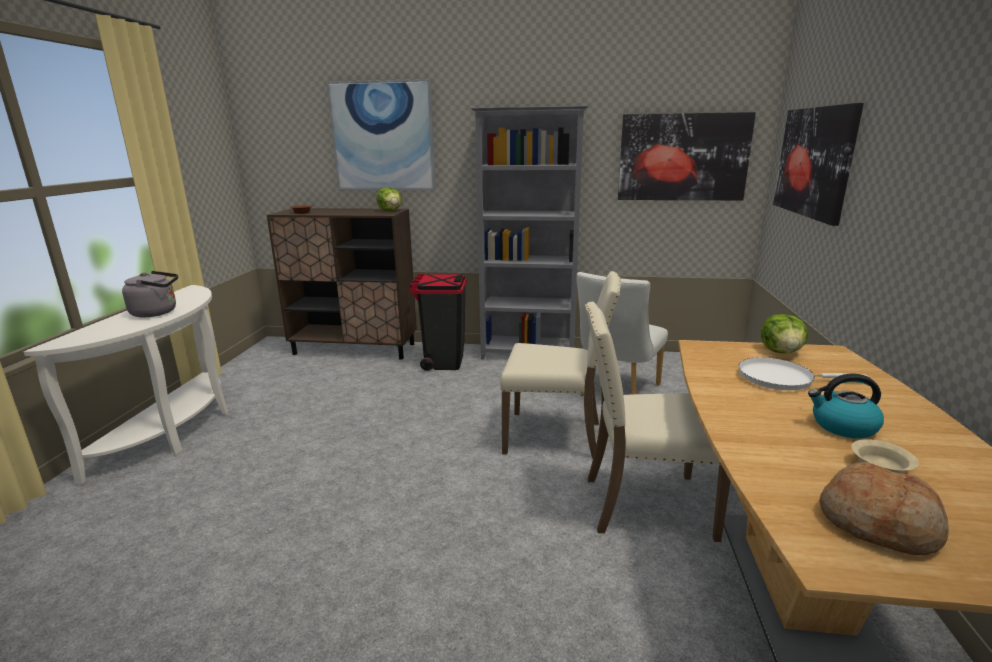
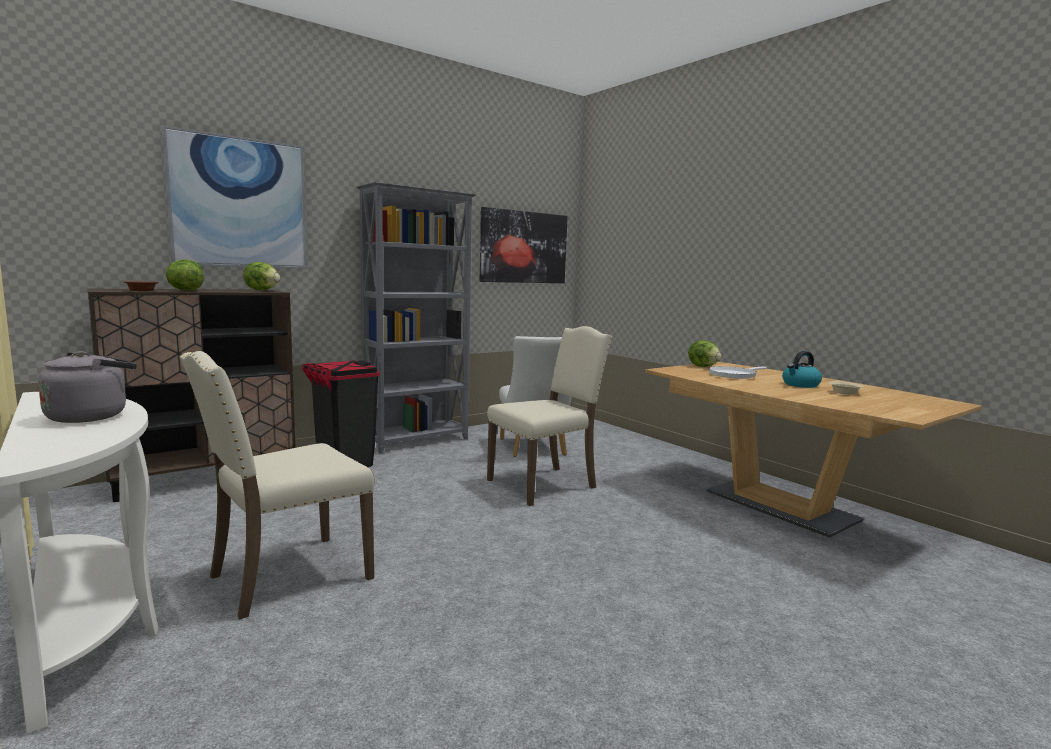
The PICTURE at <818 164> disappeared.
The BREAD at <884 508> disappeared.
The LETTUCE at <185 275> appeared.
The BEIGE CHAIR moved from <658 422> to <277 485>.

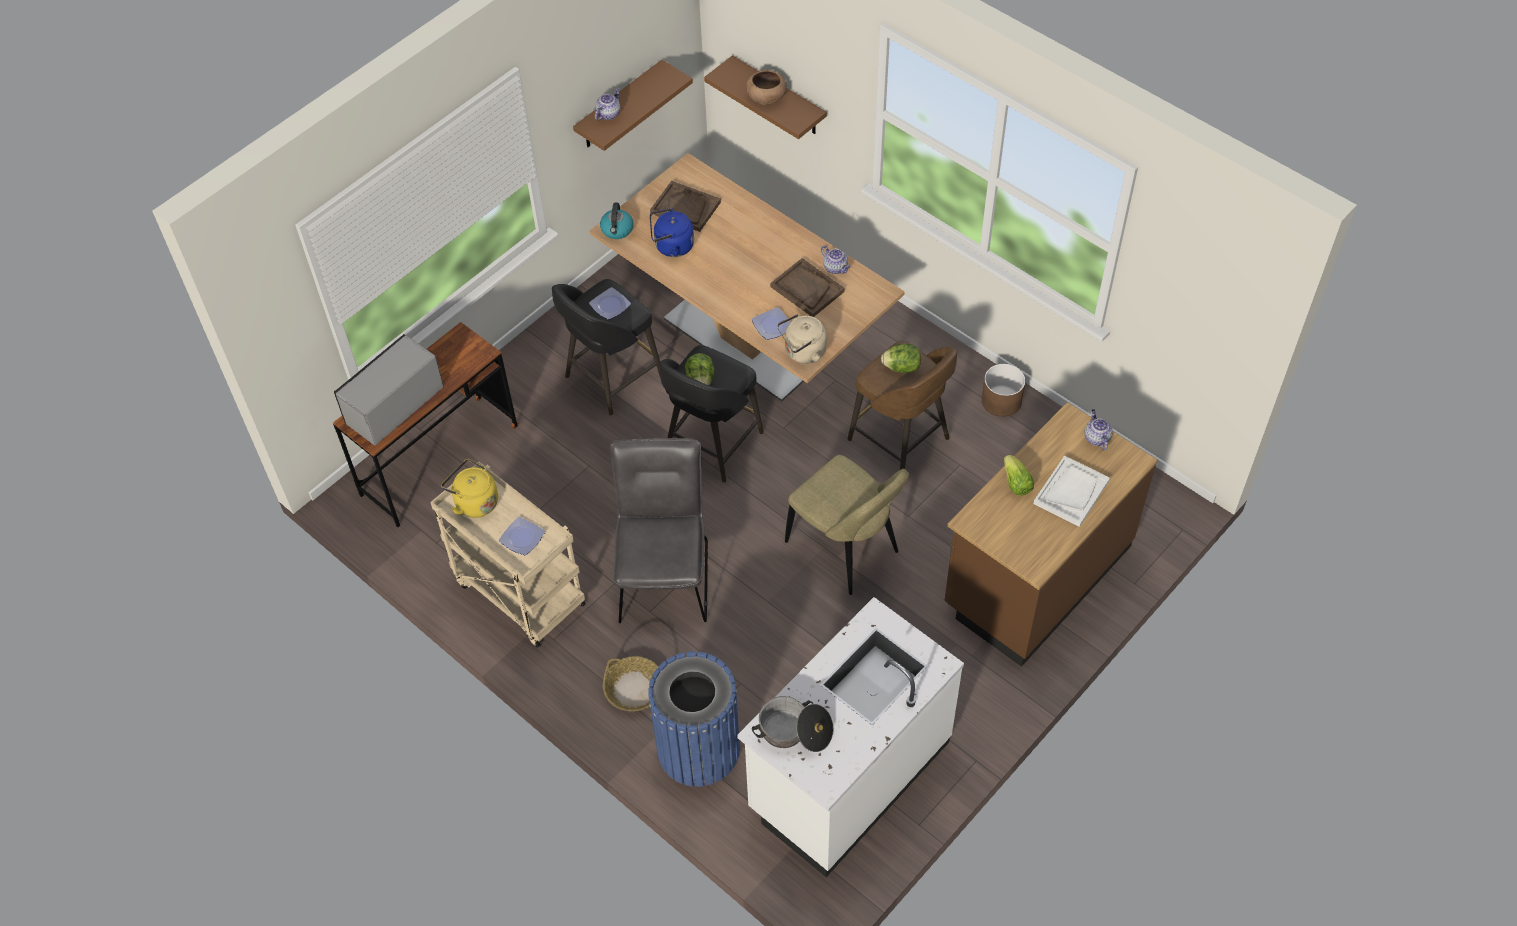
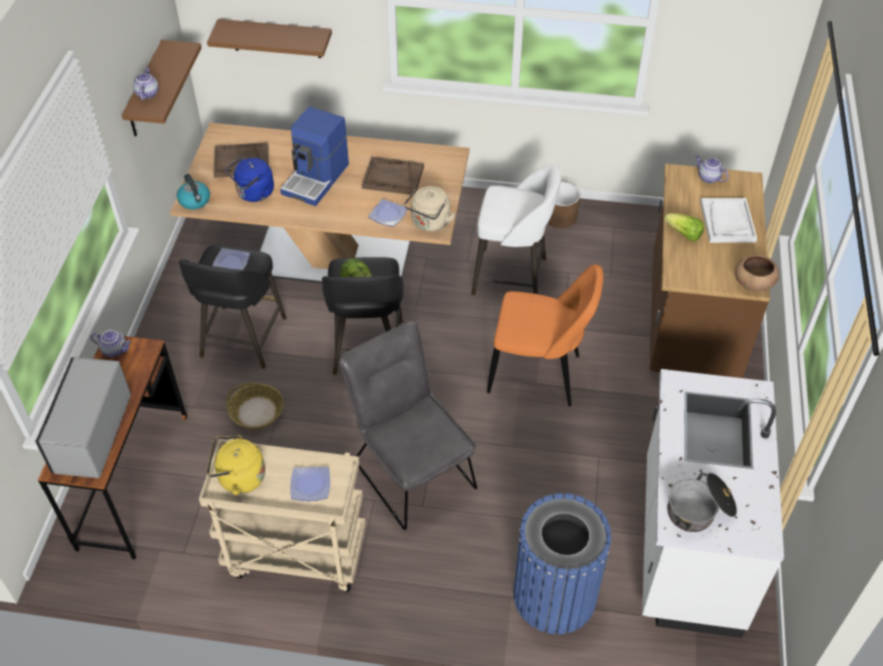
The LETTUCE at <901 358> disappeared.
The COFFEE MACHINE at <314 156> appeared.
The BASKET moved from <630 683> to <255 406>.
The BROWN BOWL moved from <766 87> to <757 273>.
The TEAPOT moved from <836 260> to <111 343>.
The BEIGE CHAIR at <847 525> became the ORANGE CHAIR at <545 335>.
The BROWN STOOL at <902 405> became the WHITE STOOL at <516 229>.

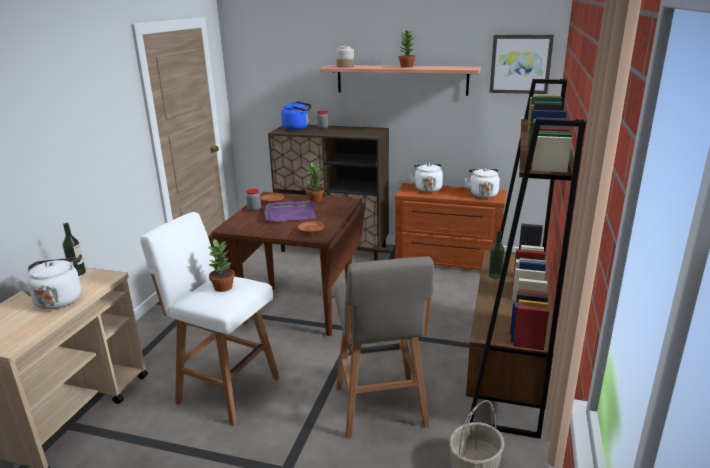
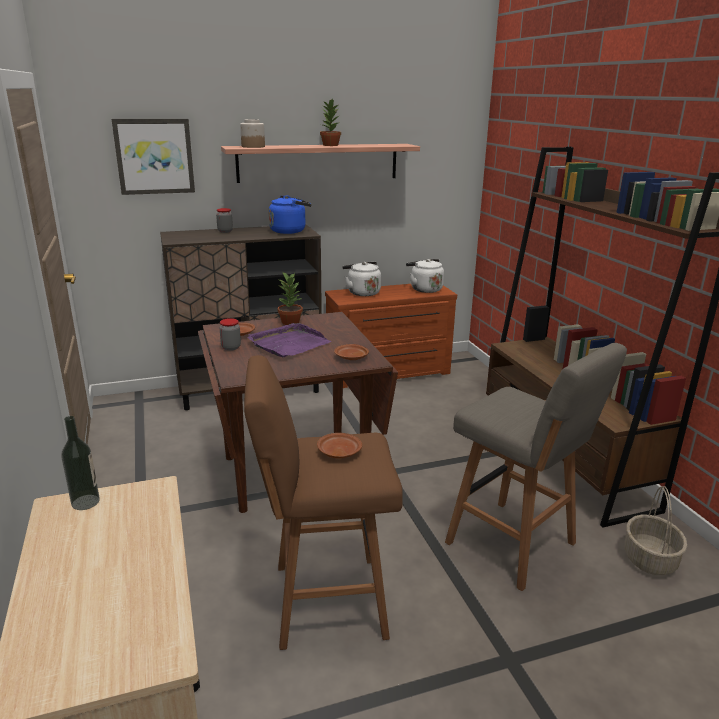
The WHITE KETTLE at <49 283> disappeared.
The BOTTLE at <496 254> disappeared.
The BLUE KETTLE moved from <296 115> to <290 214>.
The PICTURE moved from <521 64> to <153 157>.
The POTTED PLANT at <221 265> was replaced by the BROWN PLATE at <339 445>.
The WHITE STOOL at <210 319> became the BROWN STOOL at <323 502>.

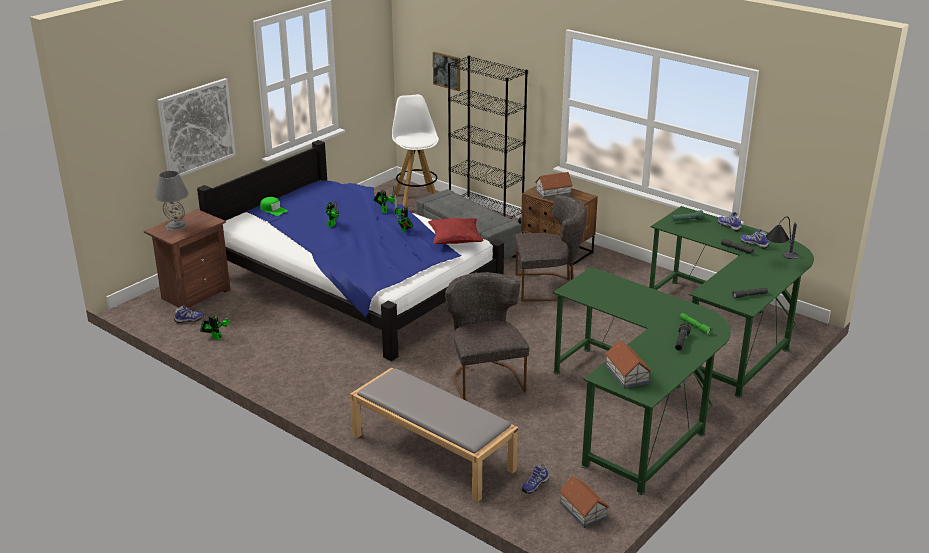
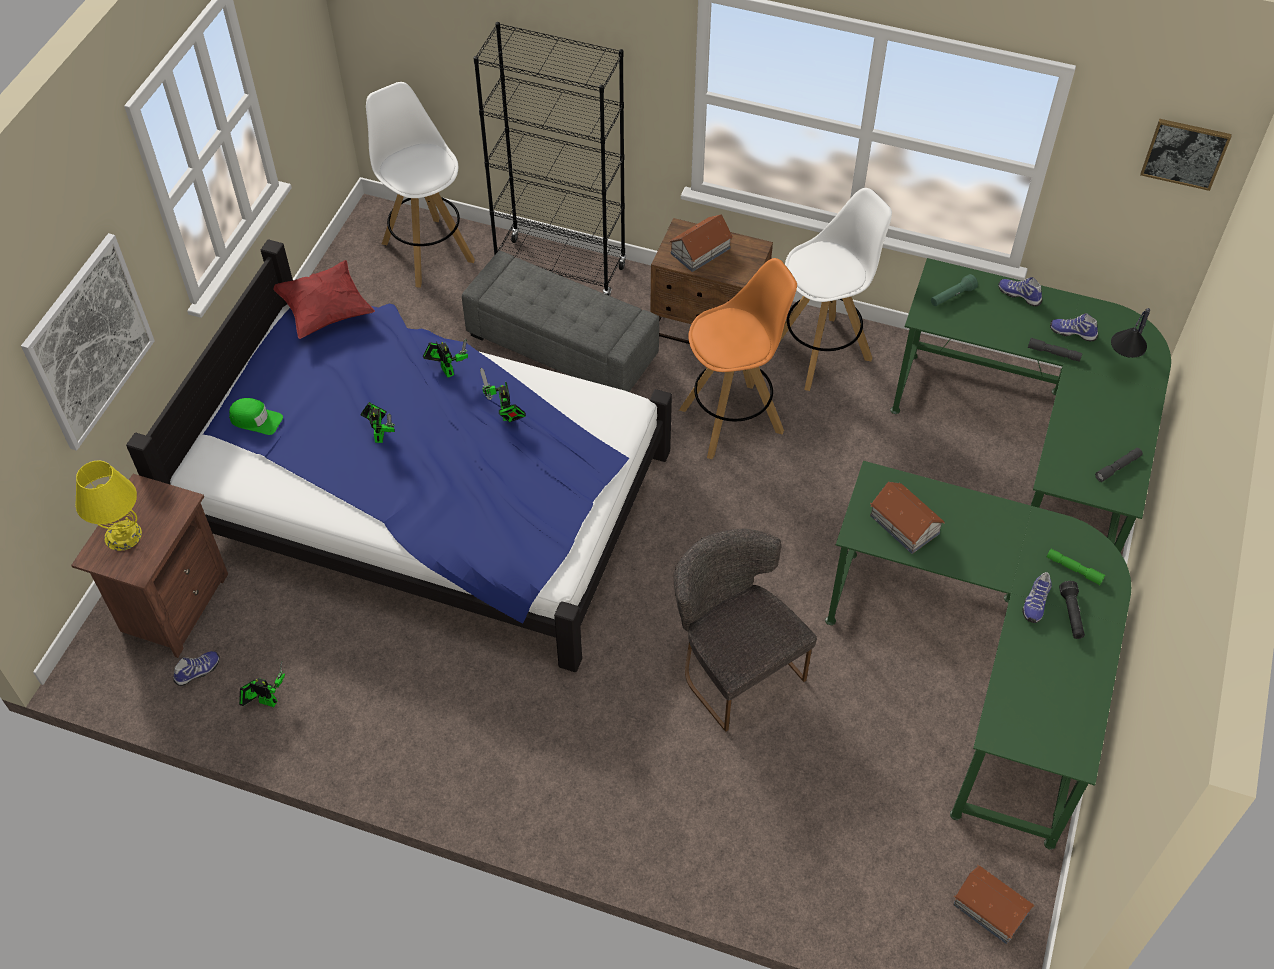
The GREY BENCH at <434 435> disappeared.
The WHITE STOOL at <836 289> appeared.
The RED PILLOW moved from <456 231> to <324 299>.
The PICTURE moved from <446 71> to <1186 155>.
The SHOE moved from <535 479> to <1037 597>.
The TOY HOUSE moved from <628 363> to <907 518>.
The GREY CHAIR at <551 248> was replaced by the ORANGE STOOL at <738 358>.
The GREY TABLE LAMP at <171 201> became the YELLOW TABLE LAMP at <109 506>.

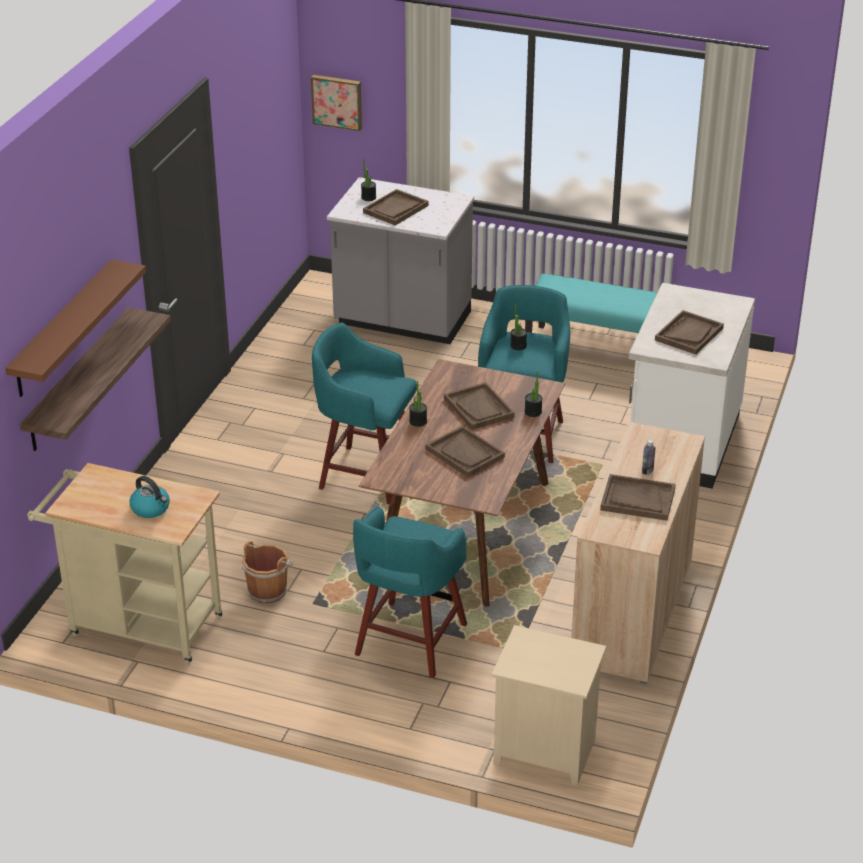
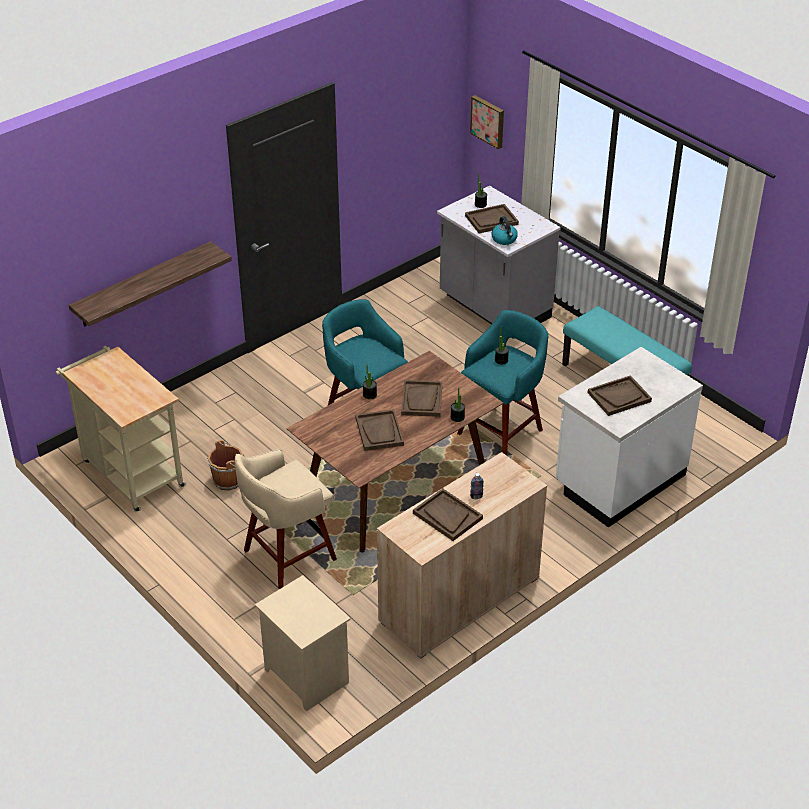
The BROWN SHELF at <75 328> disappeared.
The KETTLE moved from <149 497> to <505 230>.
The TURQUOISE STOOL at <410 592> became the BEIGE STOOL at <286 519>.

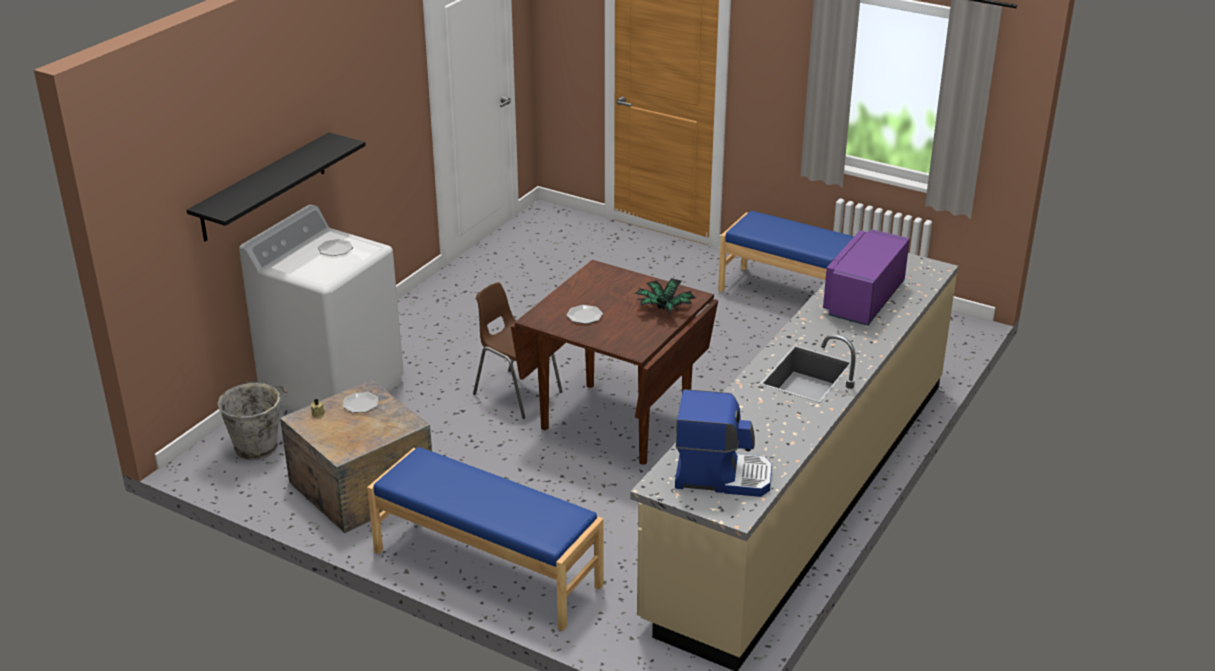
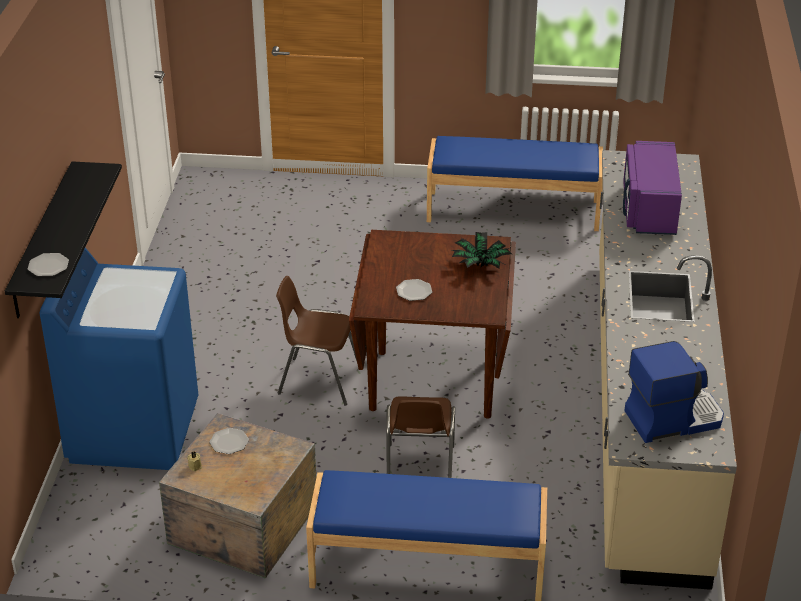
The GREY BUCKET at <252 421> disappeared.
The BROWN CHAIR at <420 437> appeared.
The PLATE moved from <335 247> to <48 264>.
The WHITE WASHING MACHINE at <321 308> became the BLUE WASHING MACHINE at <119 359>.

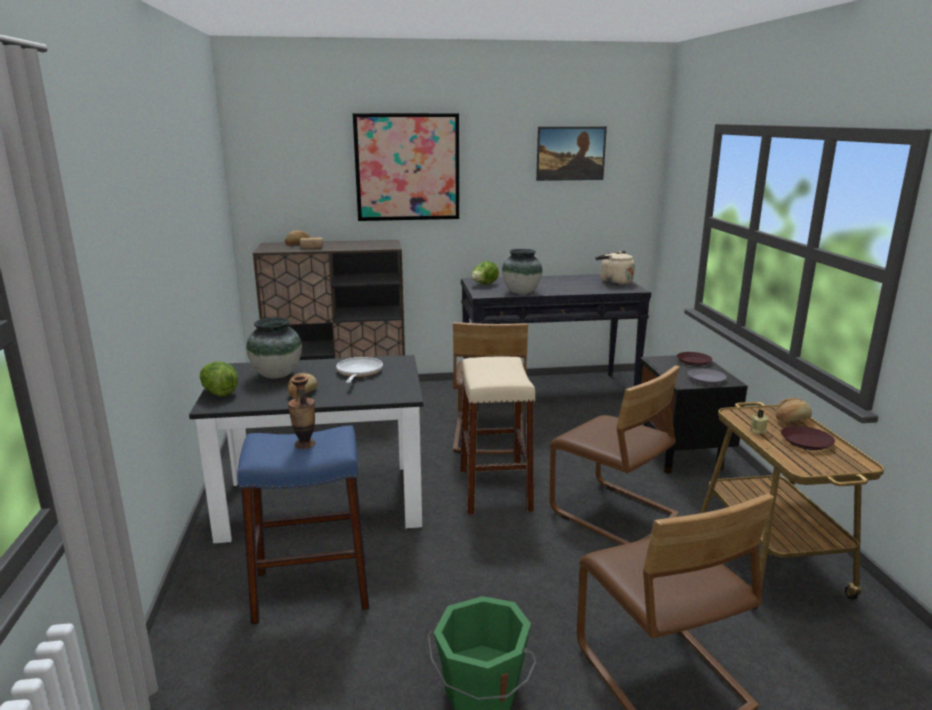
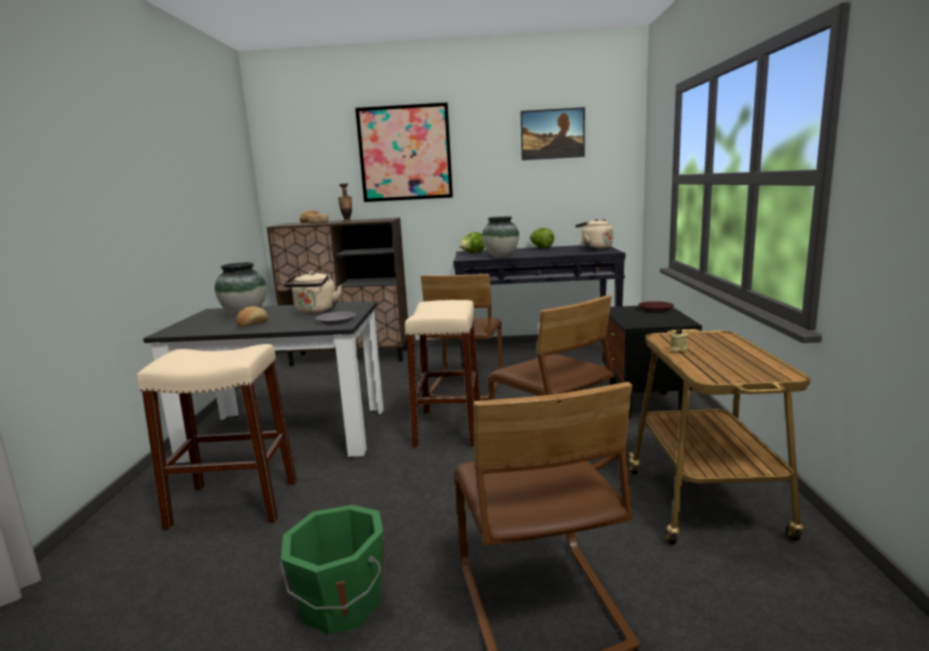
The BREAD at <794 410> disappeared.
The BROWN PLATE at <808 438> disappeared.
The LETTUCE moved from <219 379> to <542 238>.
The VASE moved from <301 412> to <345 202>.
The GREY PLATE moved from <707 376> to <336 318>.
The FRYING PAN at <359 370> was replaced by the BEIGE KETTLE at <313 292>.
The BLUE STOOL at <303 524> became the BEIGE STOOL at <217 437>.

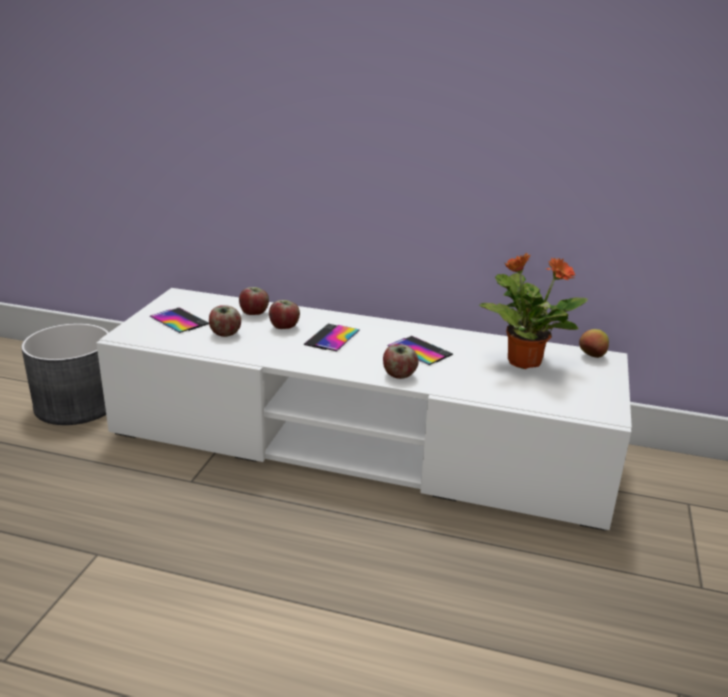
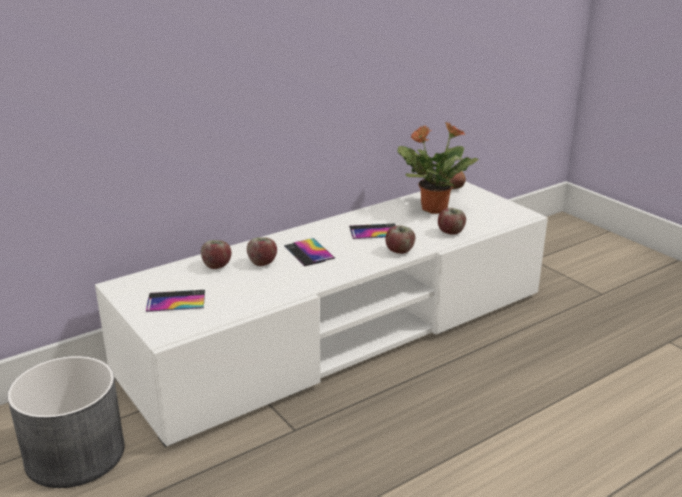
The APPLE moved from <225 321> to <452 221>.

